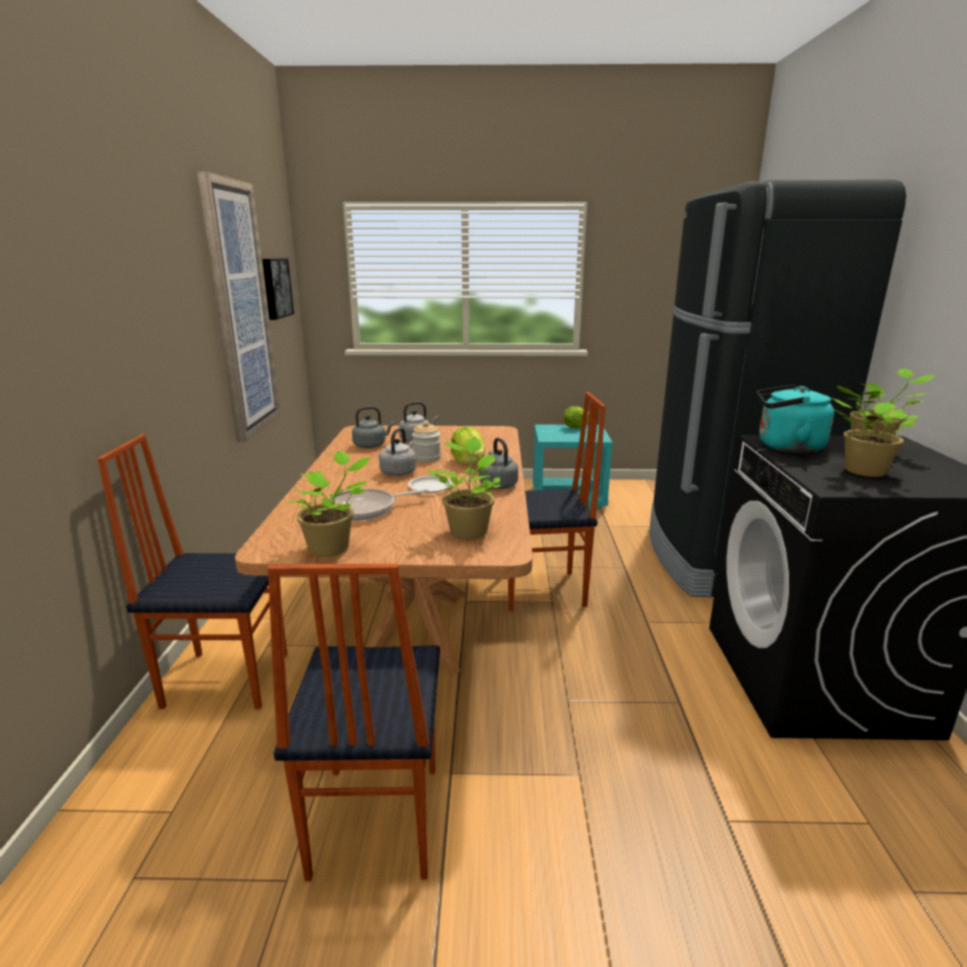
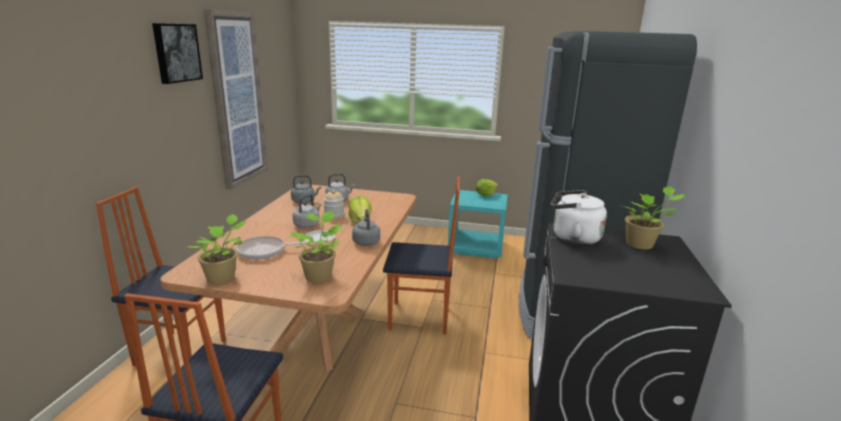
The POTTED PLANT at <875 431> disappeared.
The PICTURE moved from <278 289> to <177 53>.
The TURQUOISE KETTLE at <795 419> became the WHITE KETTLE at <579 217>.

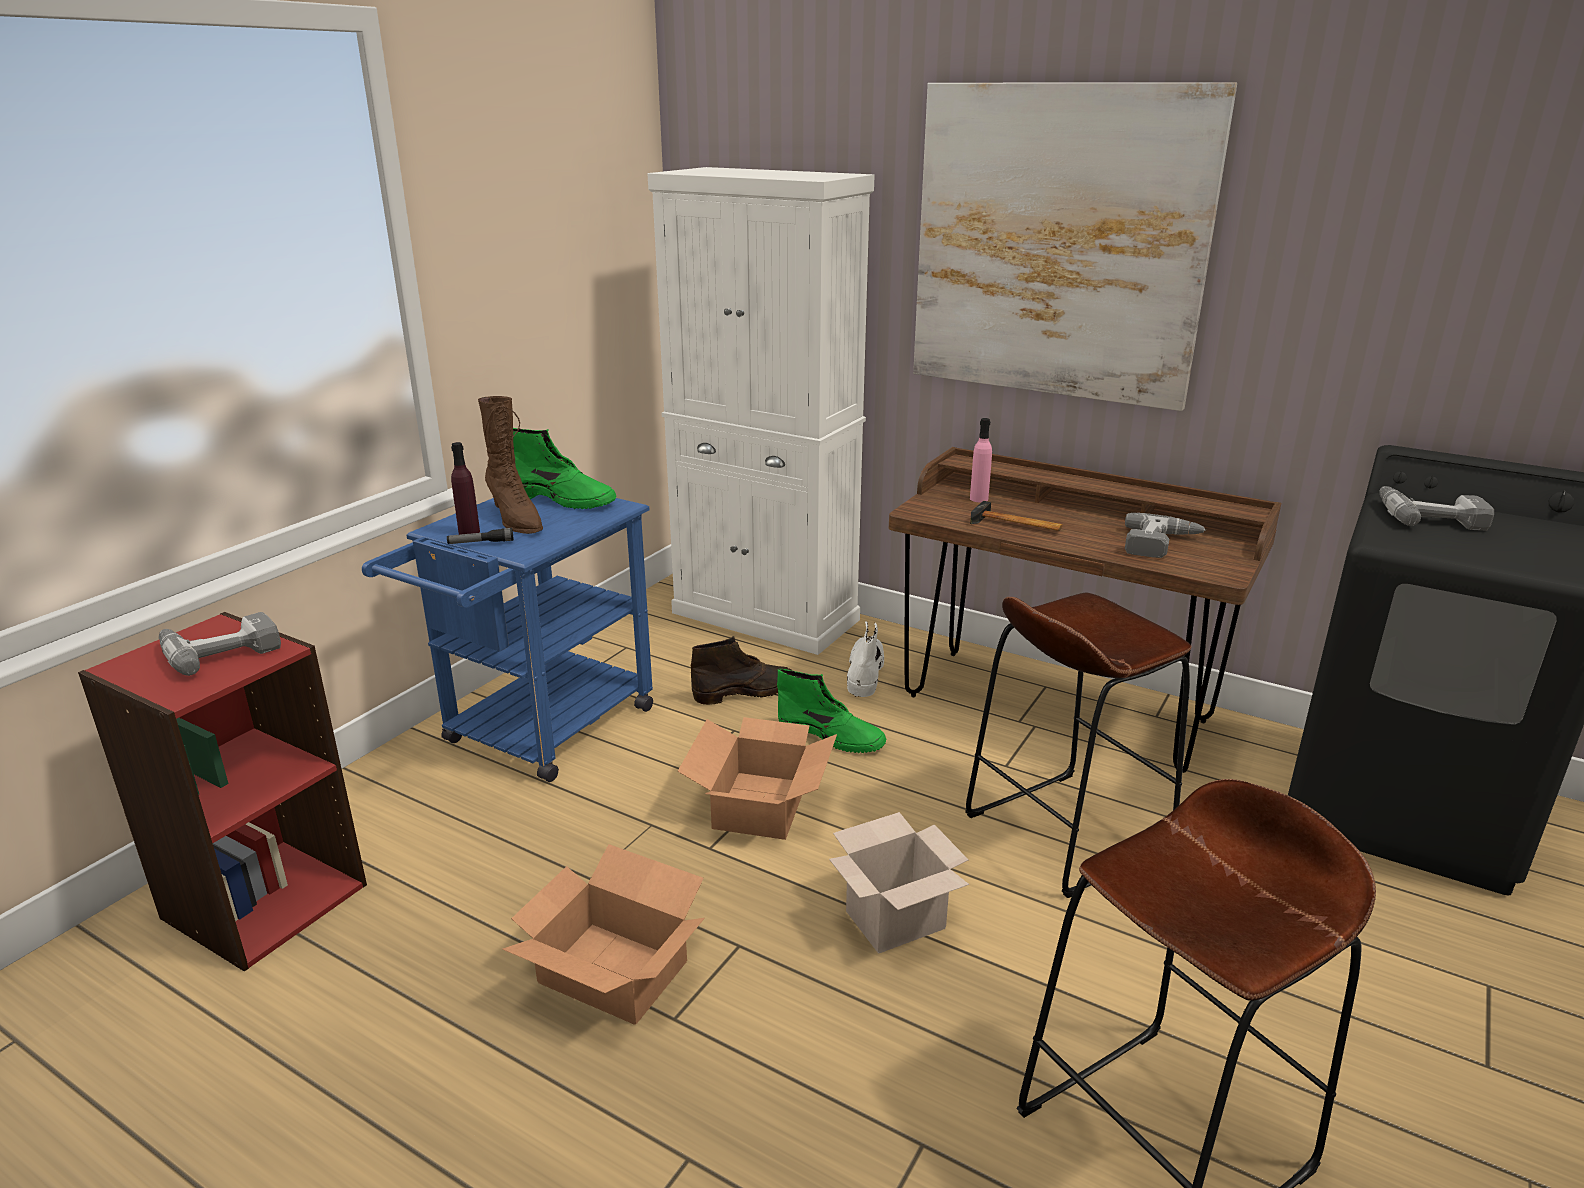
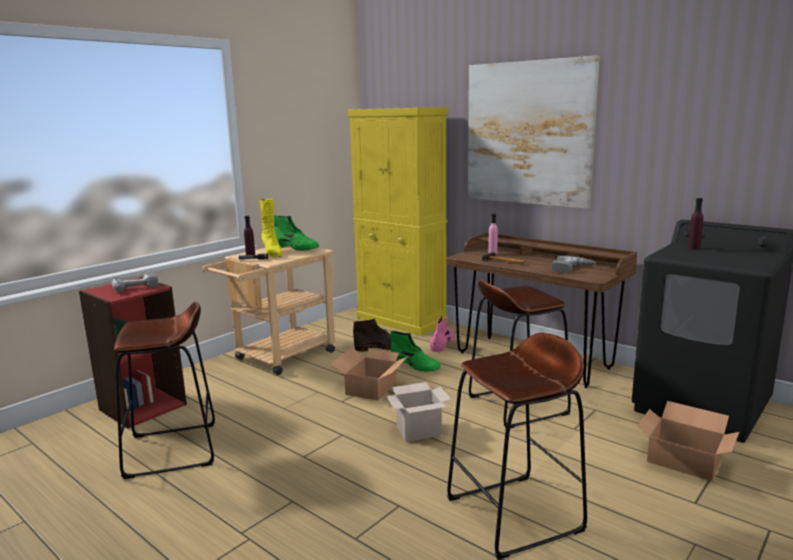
The BROWN STOOL at <164 390> appeared.
The CARDBOARD BOX moved from <603 934> to <688 441>.
The POWER DRILL at <1437 508> was replaced by the PURPLE BOTTLE at <695 224>.
The BLUE CART at <507 638> became the BEIGE CART at <268 310>.
The BROWN BOOT at <510 465> became the YELLOW BOOT at <271 228>.
The WHITE CABINET at <761 411> became the YELLOW CABINET at <398 221>.
The WHITE BOOT at <865 659> became the PINK BOOT at <442 333>.

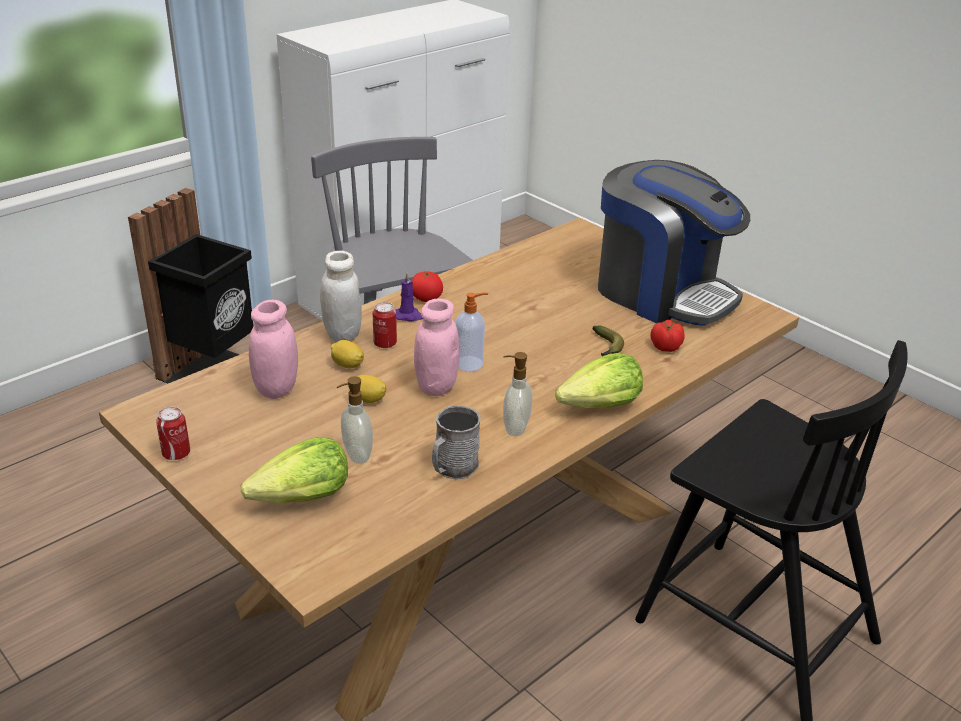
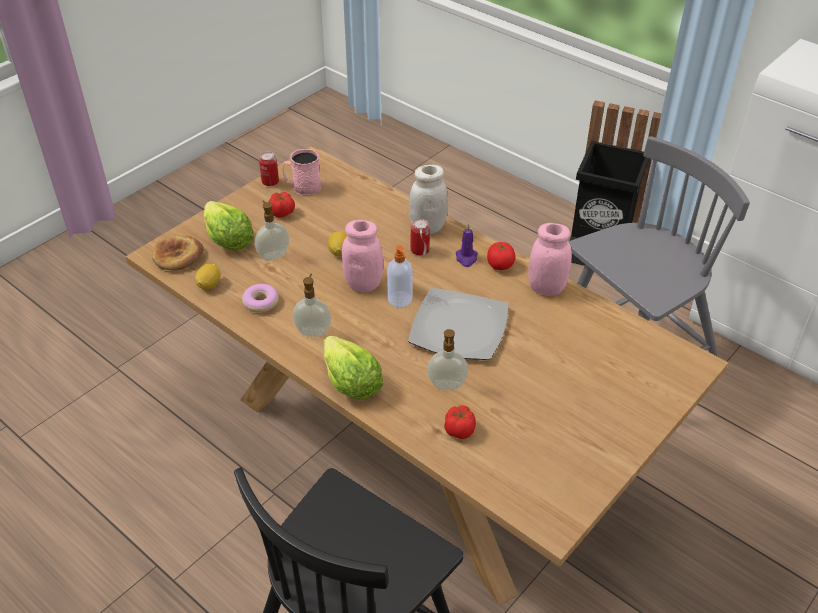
The COFFEE MACHINE at <674 243> disappeared.
The BREAD at <178 253> appeared.
The TOMATO at <282 205> appeared.
The PINK MUG at <302 172> appeared.
The PLATE at <458 324> appeared.
The PINK JAR moved from <273 349> to <550 259>.
The LEMON moved from <347 354> to <208 277>.
The GREY MUG at <456 442> was replaced by the DONUT at <260 298>.
The BANANA at <608 341> was replaced by the SOAP DISPENSER at <448 359>.

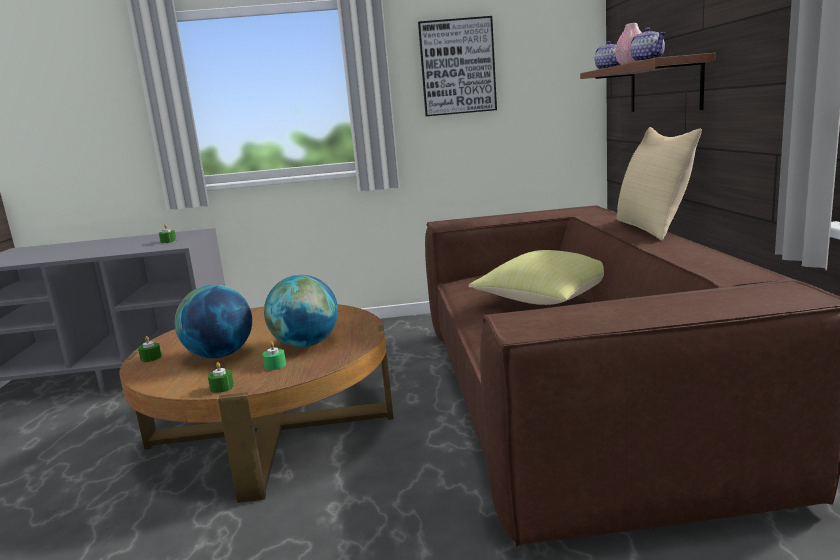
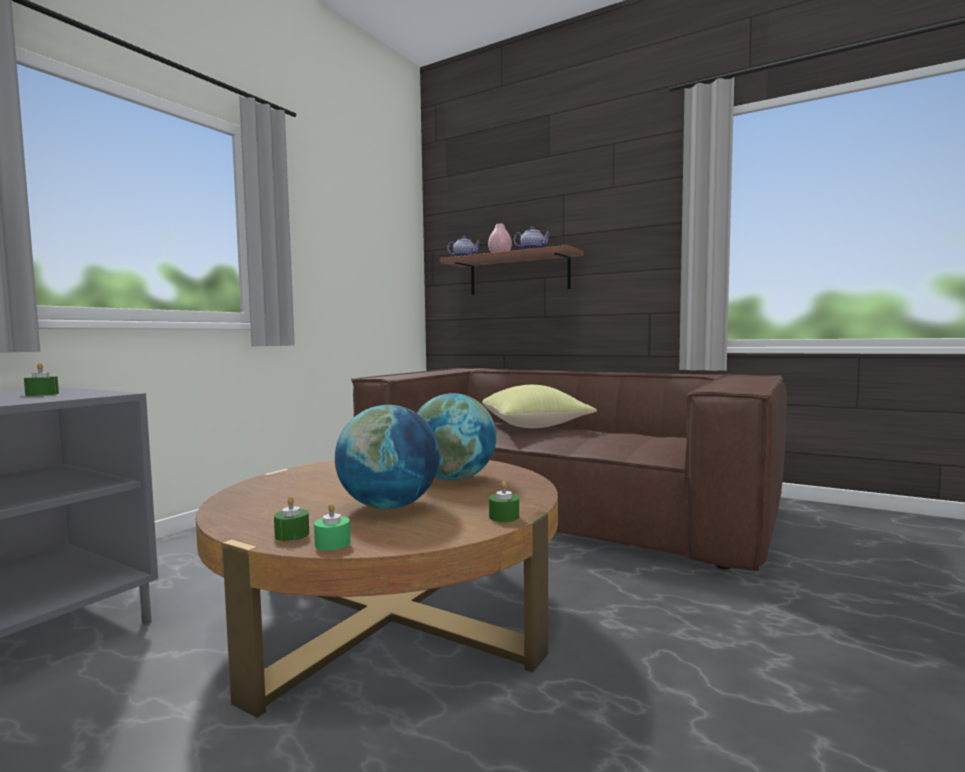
The PICTURE at <457 66> disappeared.
The BEIGE PILLOW at <659 183> disappeared.
The GREEN CANDLE moved from <274 356> to <332 526>.

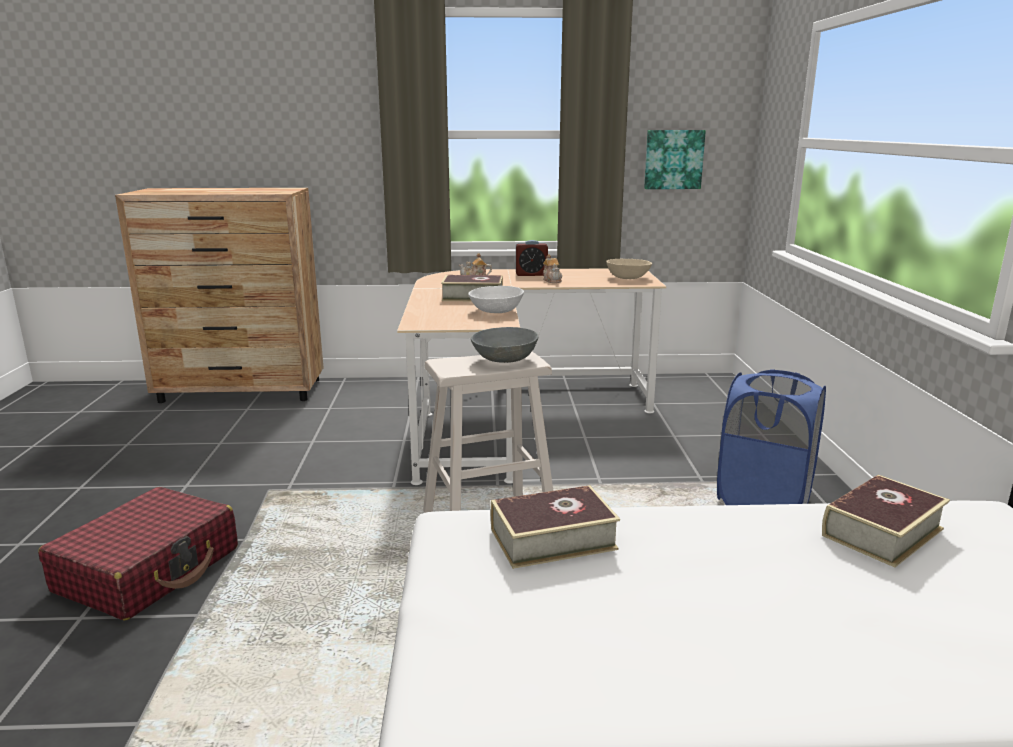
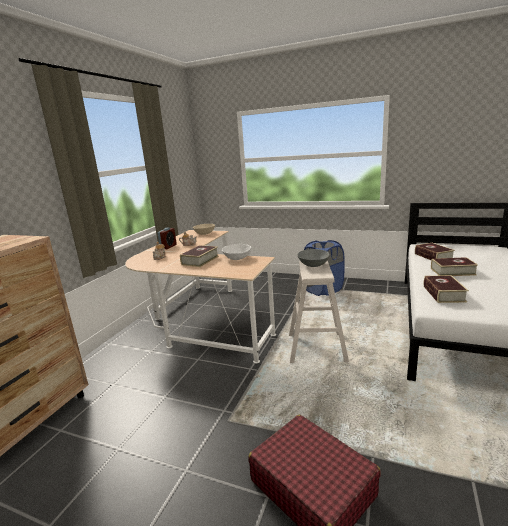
The PICTURE at <675 159> disappeared.
The BOOK at <454 266> appeared.

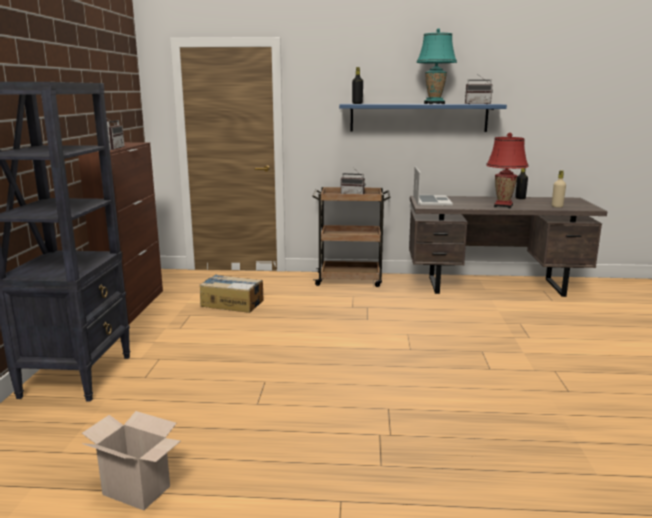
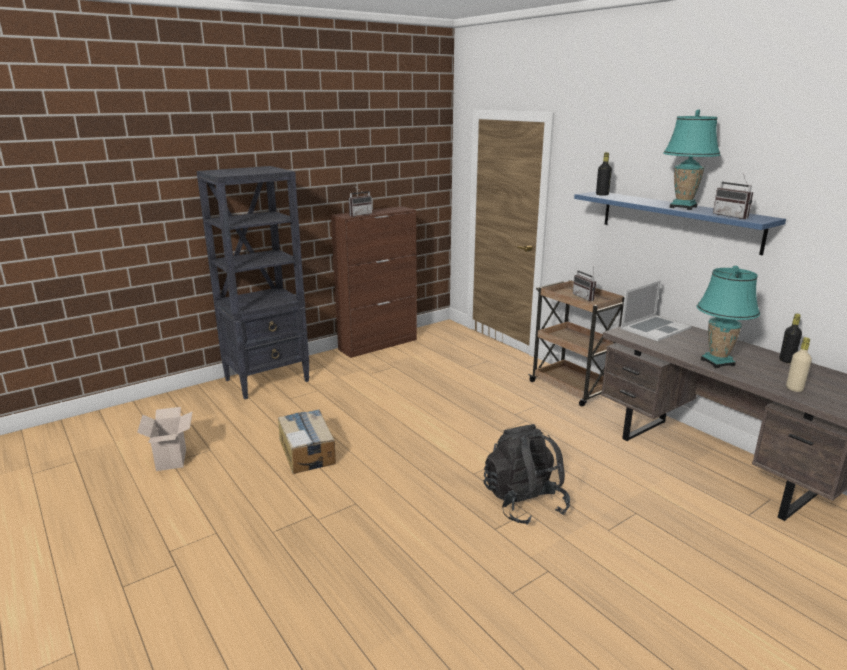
The BLACK BACKPACK at <527 474> appeared.
The CARDBOARD BOX moved from <232 294> to <307 441>.
The RED TABLE LAMP at <507 170> became the TURQUOISE TABLE LAMP at <728 317>.

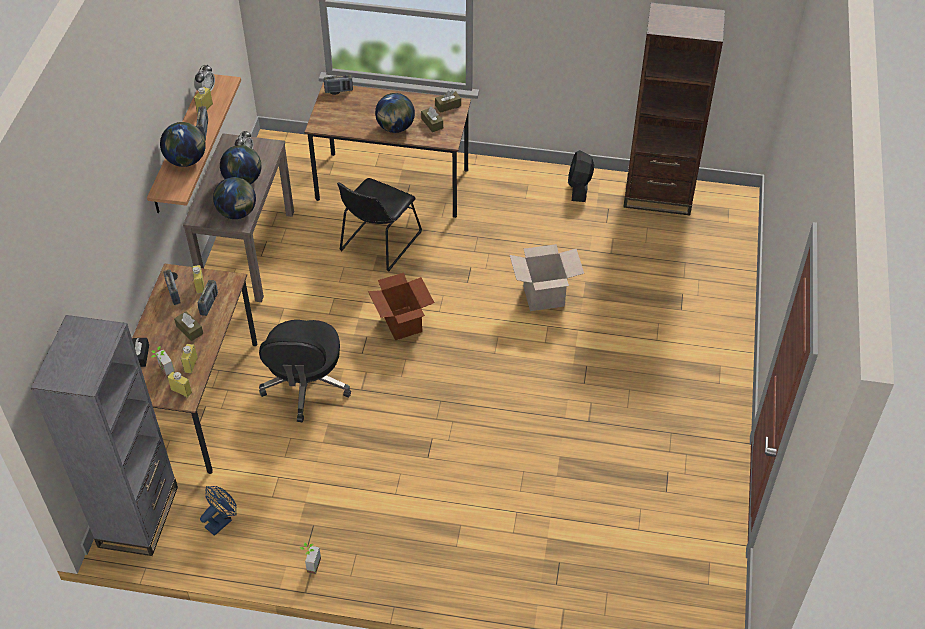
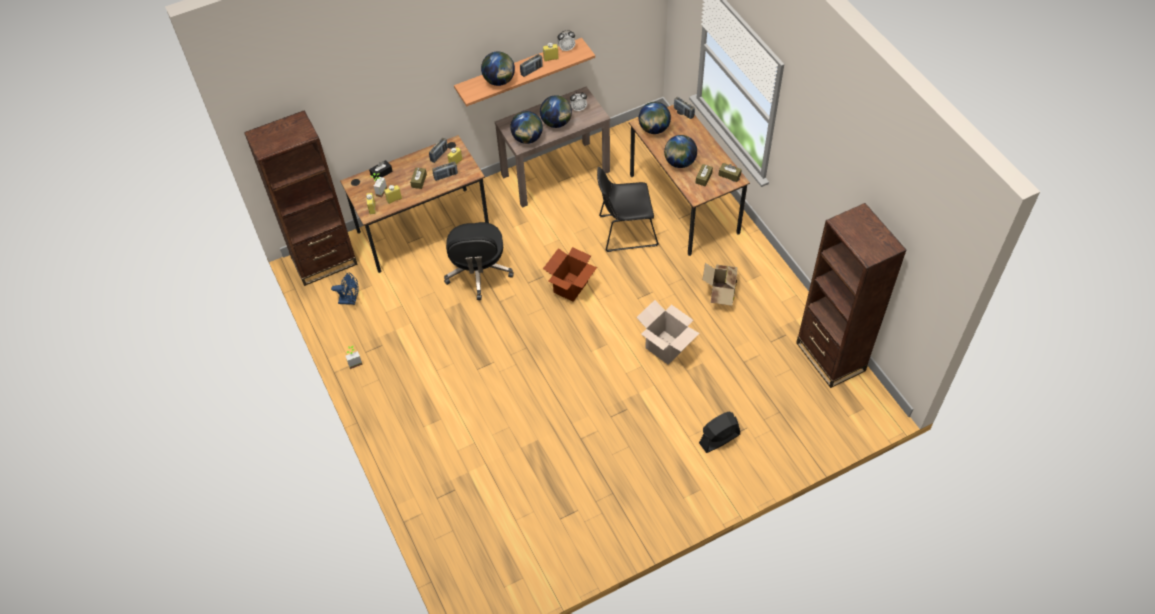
The GLOBE at <655 118> appeared.
The CARDBOARD BOX at <720 284> appeared.
The BLACK FAN moved from <581 176> to <719 432>.
The GREY BOOKCASE at <104 435> became the BROWN BOOKCASE at <301 198>.
The BLACK OFFICE CHAIR at <305 371> turned 60 degrees counterclockwise.

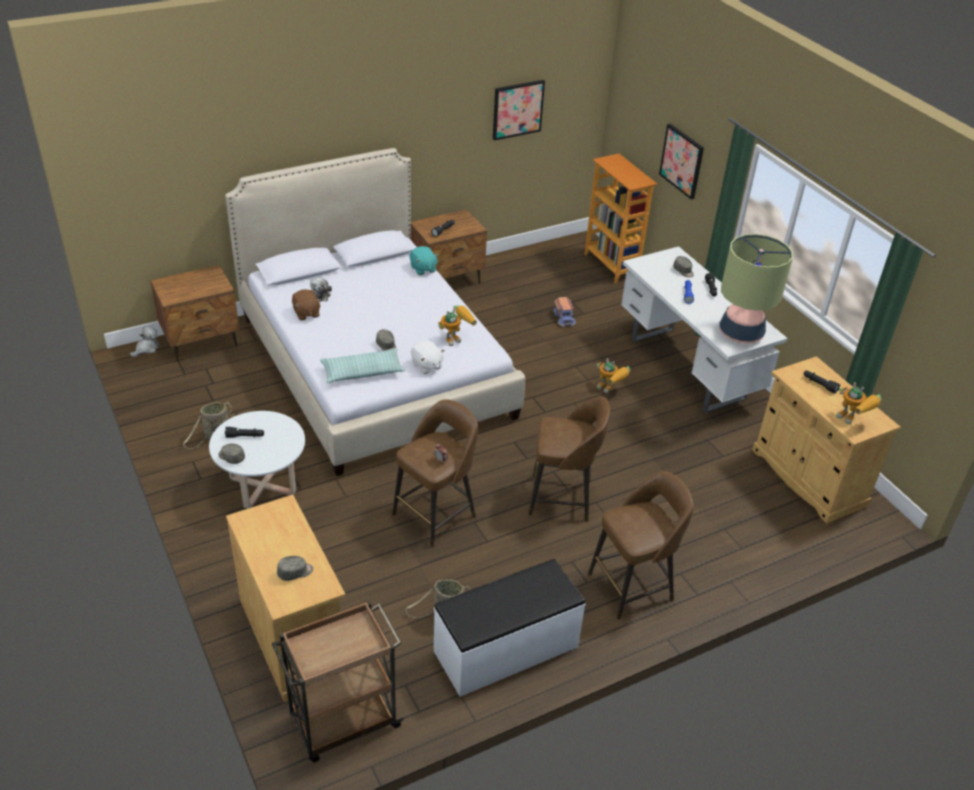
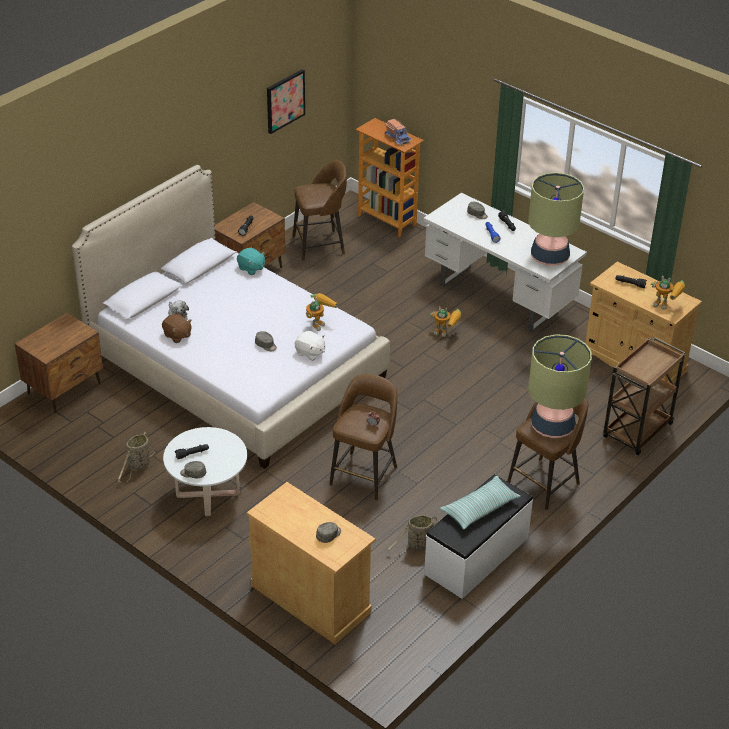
The PLUSH TOY at <144 341> disappeared.
The PICTURE at <681 161> disappeared.
The TABLE LAMP at <560 386> appeared.
The BROWN CART moved from <338 681> to <644 396>.
The PILLOW moved from <362 365> to <480 503>.
The BROWN STOOL moved from <569 459> to <320 210>.
The TOY TRUCK moved from <564 312> to <398 132>.

